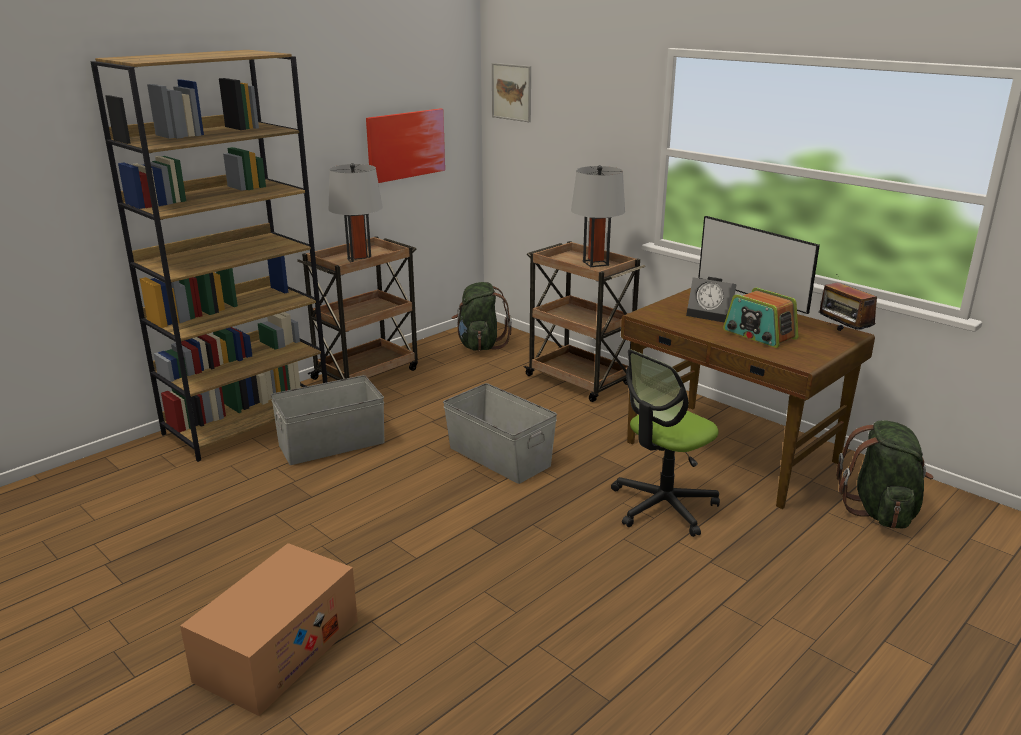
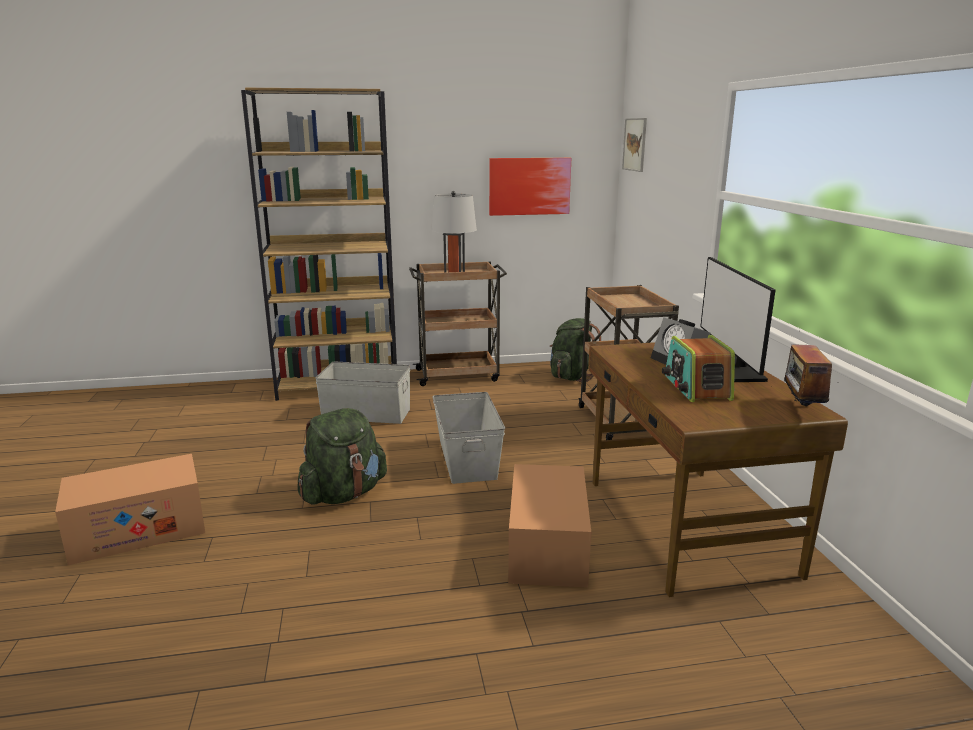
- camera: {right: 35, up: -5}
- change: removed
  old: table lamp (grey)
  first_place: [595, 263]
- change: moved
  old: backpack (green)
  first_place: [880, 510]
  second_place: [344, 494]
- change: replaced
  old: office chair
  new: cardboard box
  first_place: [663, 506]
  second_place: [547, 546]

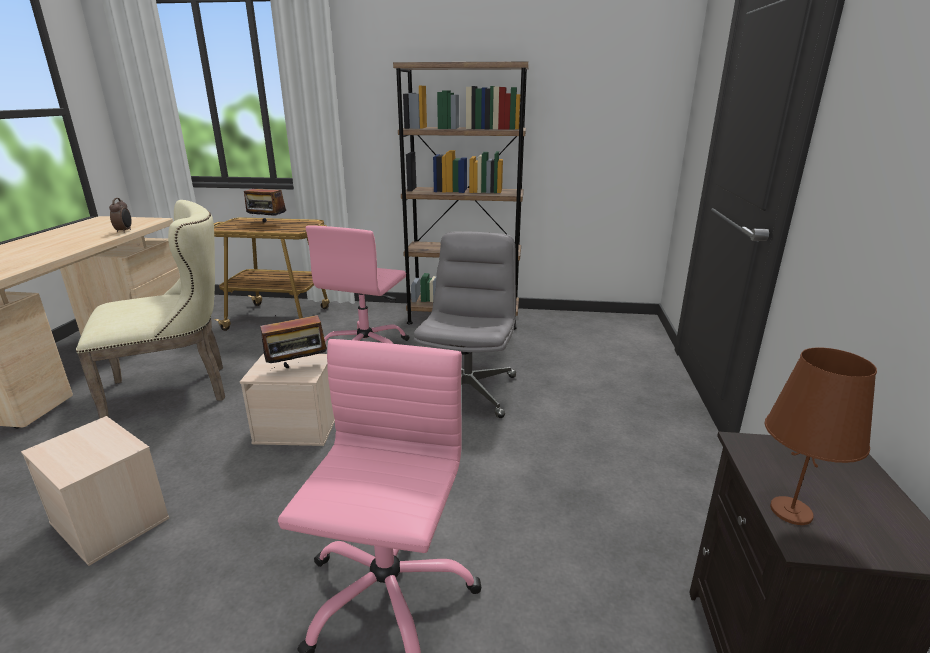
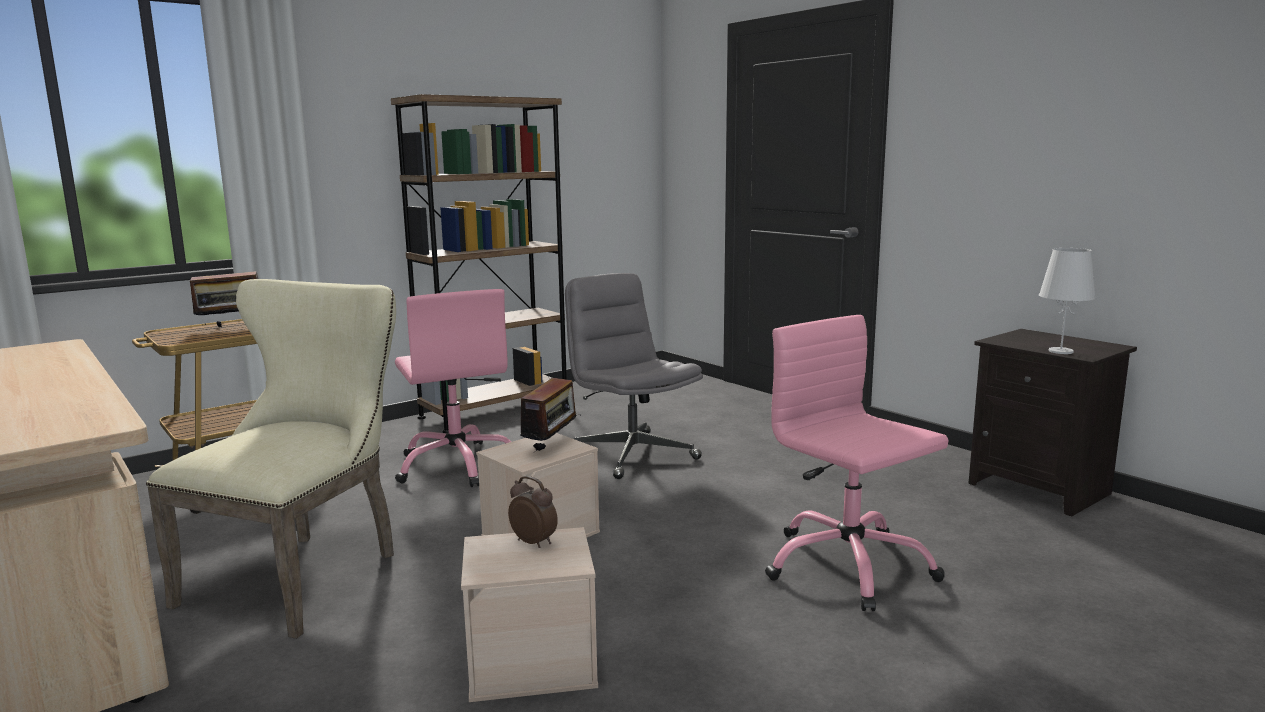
- camera: {right: -45, up: -10}
- change: moved
  old: alarm clock
  first_place: [124, 231]
  second_place: [534, 542]
- change: recoloured
  old: table lamp (brown)
  new: table lamp (white)
  first_place: [790, 511]
  second_place: [1060, 351]

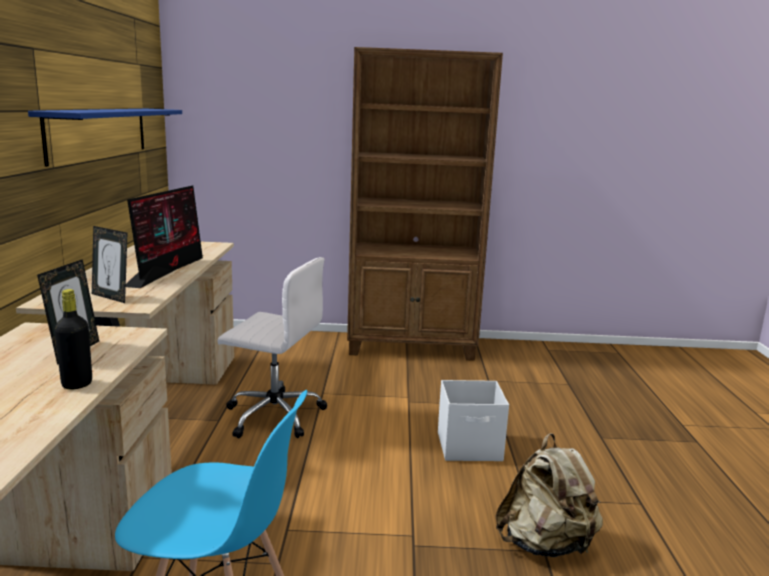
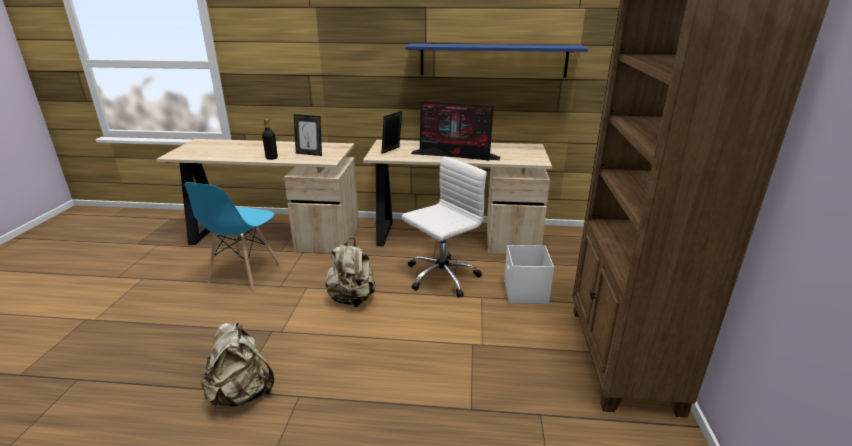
- camera: {right: 95, up: 10}
- change: added
  new: backpack (beige)
  second_place: [352, 299]
- change: moved
  old: storage box (white)
  first_place: [470, 447]
  second_place: [525, 292]
- change: turned
  old: office chair (white)
  first_place: [273, 415]
  second_place: [441, 277]
  degrees: -150

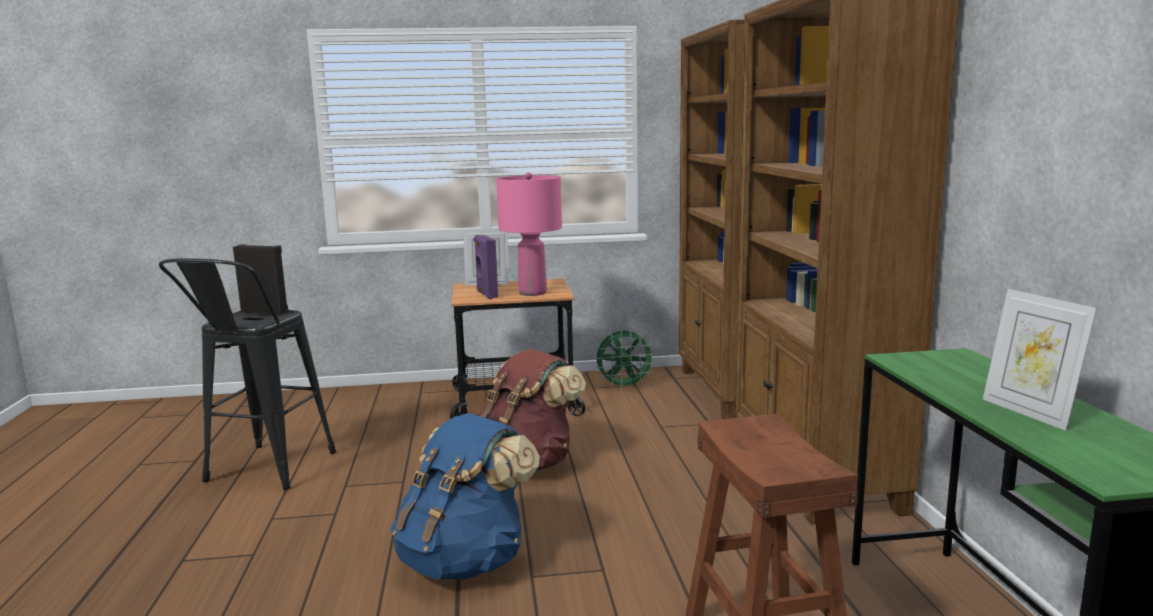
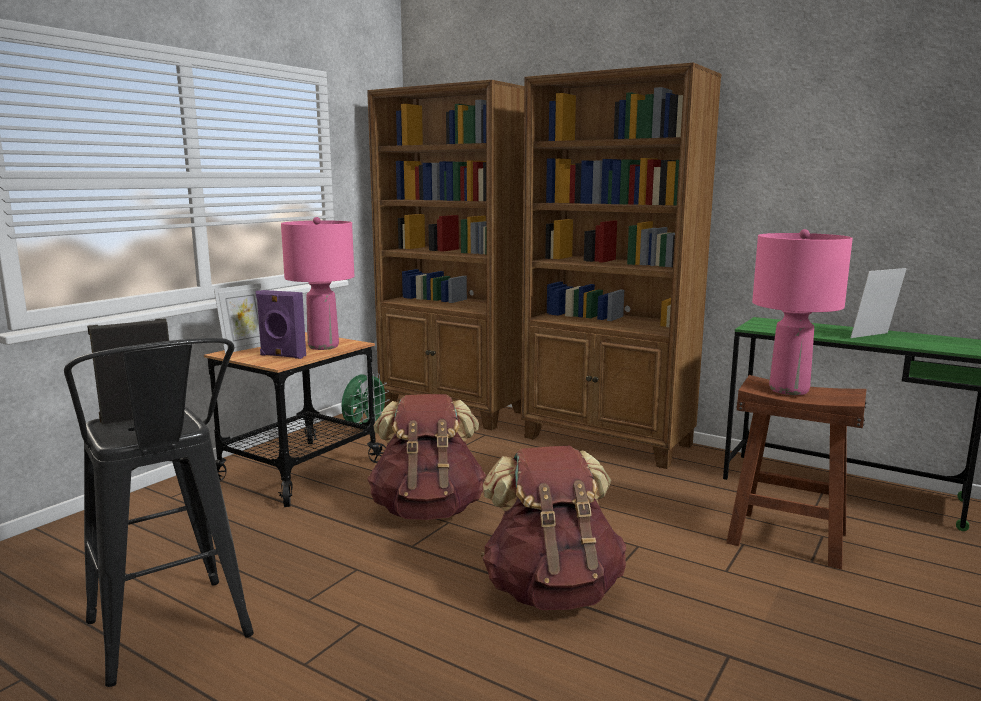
- camera: {right: -50, up: 0}
- change: added
  new: table lamp (pink)
  second_place: [788, 389]
- change: recoloured
  old: backpack (blue)
  new: backpack (brown)
  first_place: [465, 560]
  second_place: [552, 590]
- change: turned
  old: picture frame
  first_place: [1029, 412]
  second_place: [874, 336]
  degrees: 135

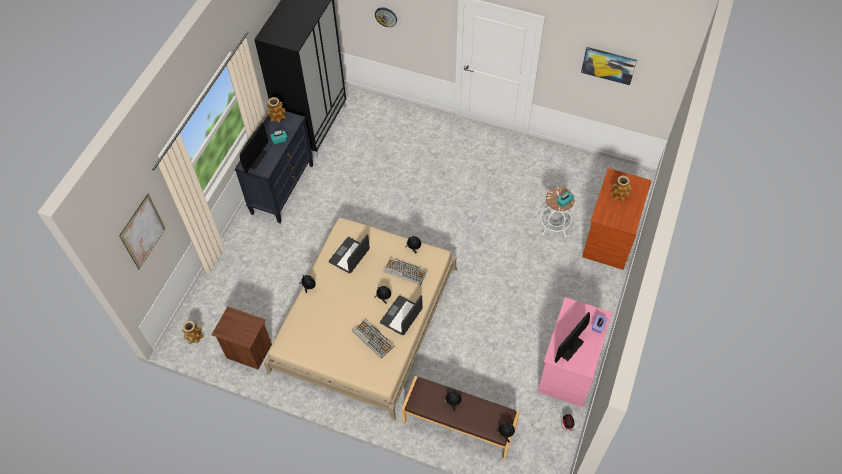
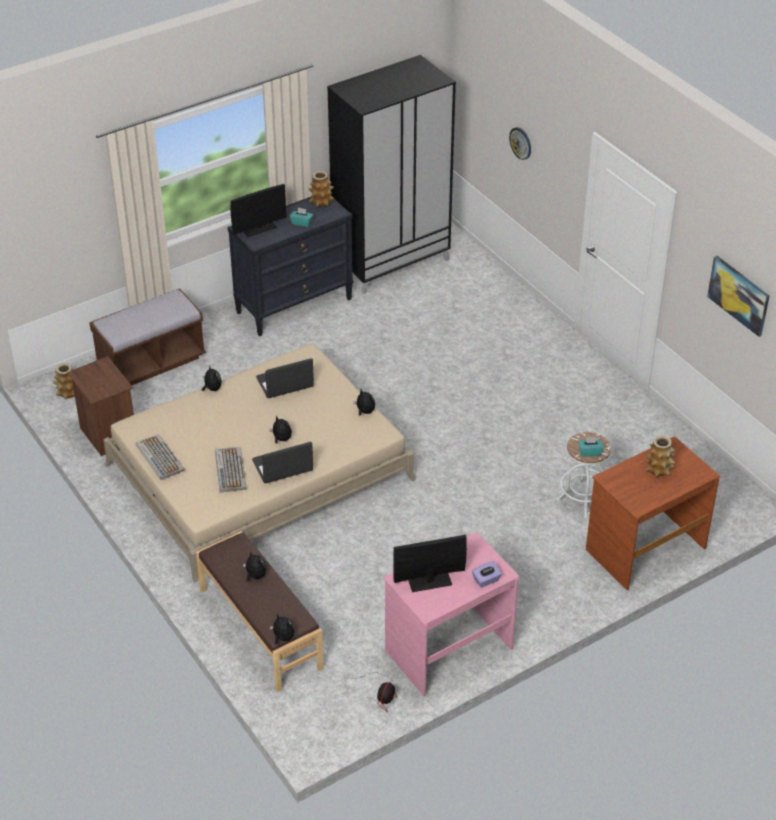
- camera: {right: 35, up: -15}
- change: removed
  old: picture
  first_place: [143, 231]
- change: added
  new: bench (brown)
  second_place: [151, 362]
- change: moved
  old: keyboard
  first_place: [405, 271]
  second_place: [159, 457]

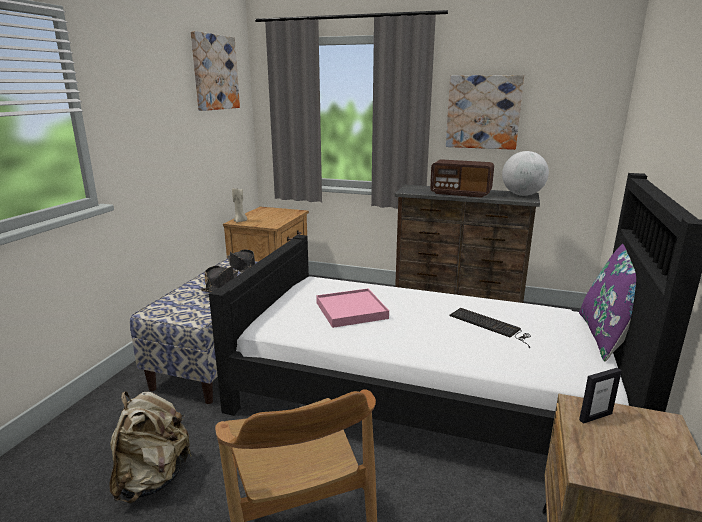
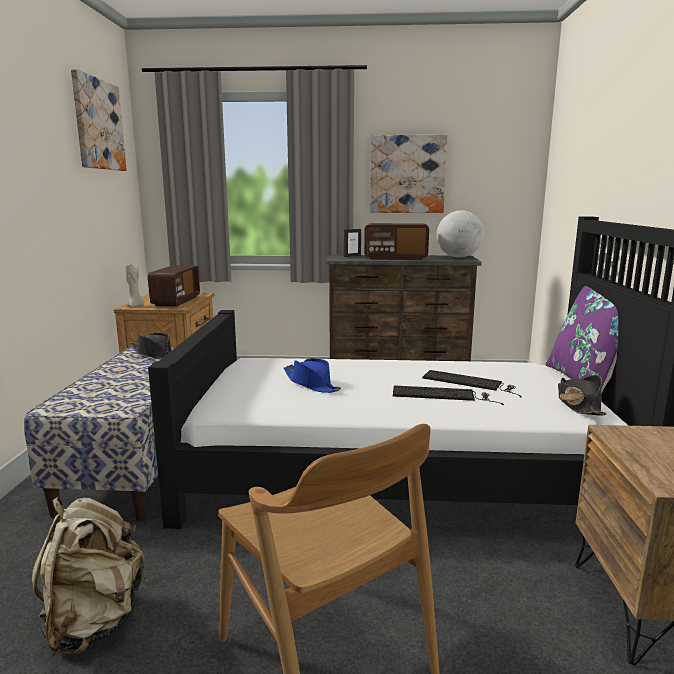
- camera: {right: -15, up: -5}
- change: added
  new: radio
  second_place: [176, 301]
- change: added
  new: keyboard
  second_place: [443, 395]
- change: moved
  old: hat (black)
  first_place: [220, 284]
  second_place: [578, 404]
- change: moved
  old: picture frame
  first_place: [595, 417]
  second_place: [352, 256]
- change: replaced
  old: tray (pink)
  new: hat (blue)
  first_place: [351, 311]
  second_place: [311, 384]

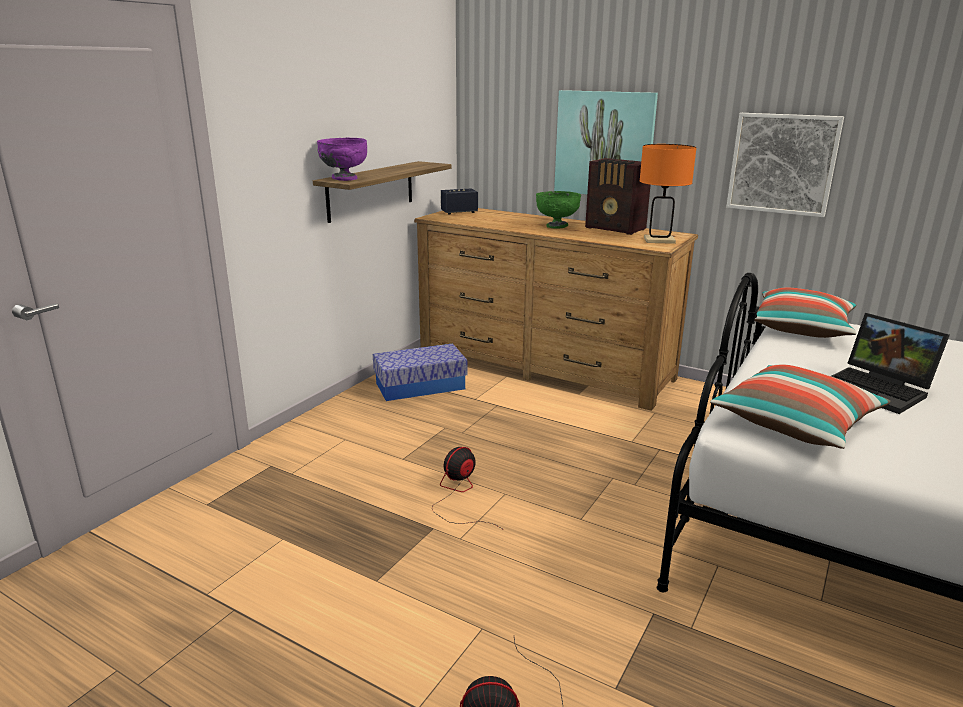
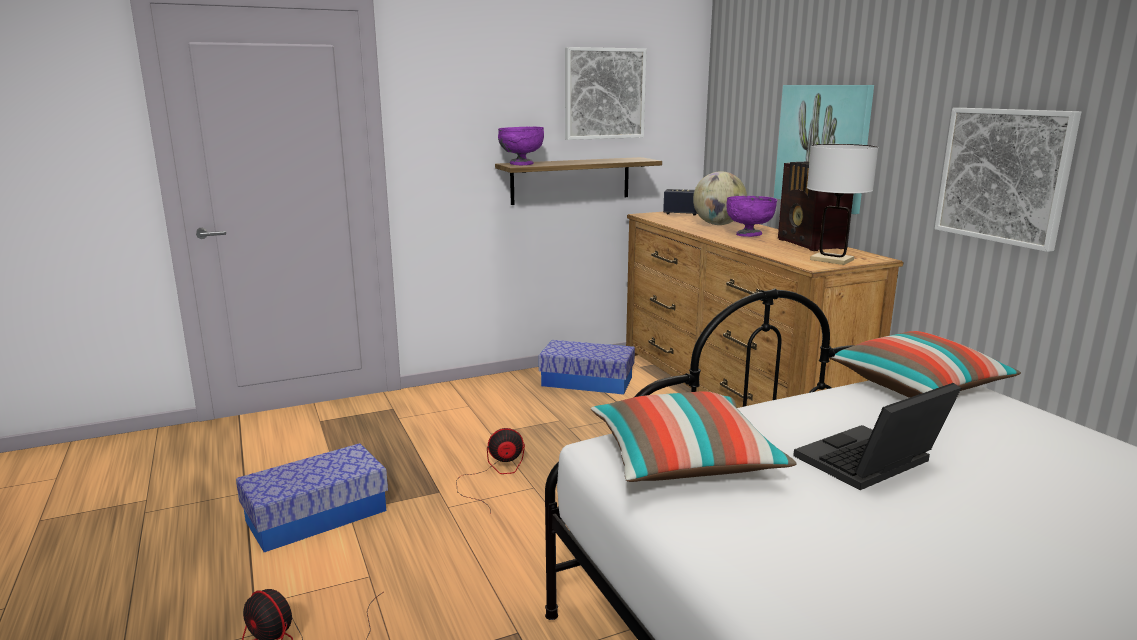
- camera: {right: 35, up: -5}
- change: added
  new: storage box
  second_place: [317, 515]
- change: added
  new: picture
  second_place: [604, 93]
- change: added
  new: globe
  second_place: [718, 224]
- change: recoloured
  old: bowl (green)
  new: bowl (purple)
  first_place: [557, 226]
  second_place: [749, 235]
- change: recoloured
  old: table lamp (orange)
  new: table lamp (white)
  first_place: [659, 240]
  second_place: [831, 260]
- change: turned
  old: laptop
  first_place: [879, 390]
  second_place: [869, 464]
  degrees: 60

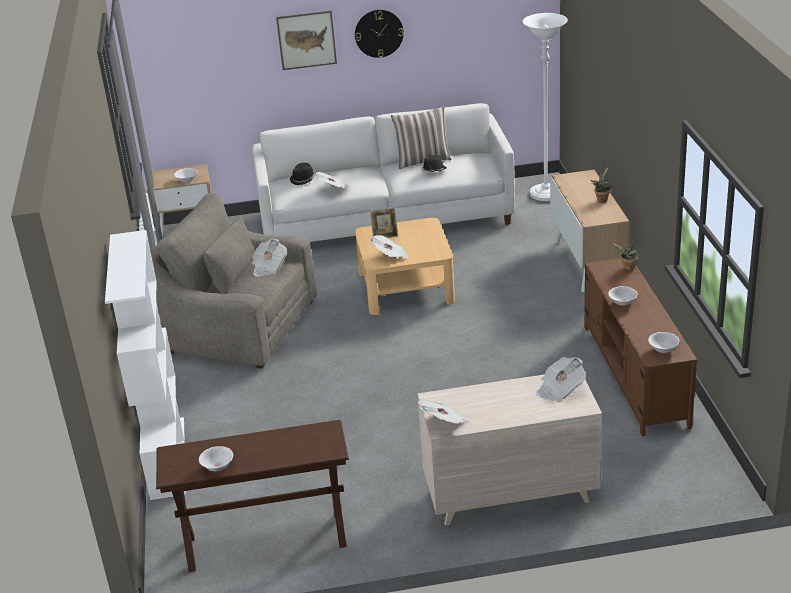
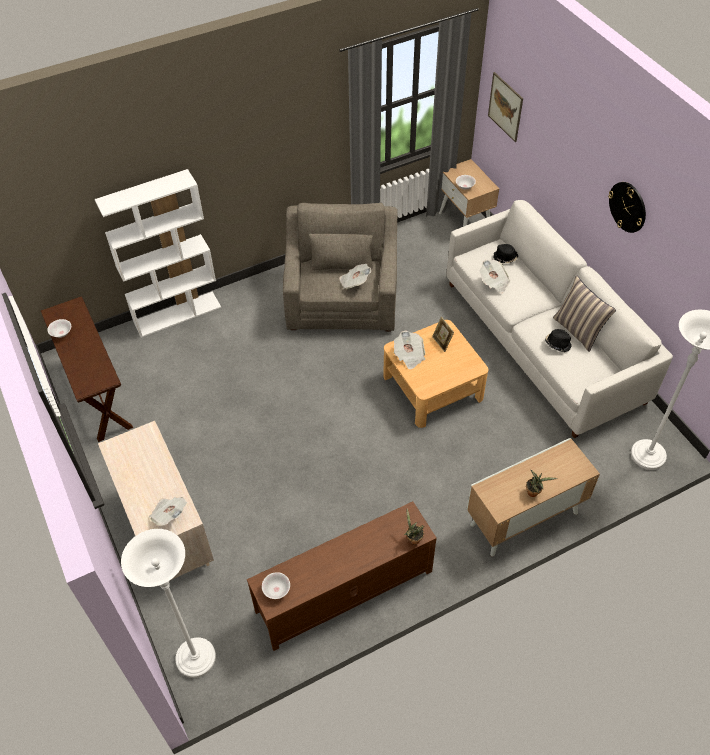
- camera: {right: 70, up: 20}
- change: removed
  old: newspaper
  first_place: [444, 422]
- change: removed
  old: bowl (white)
  first_place: [622, 302]
- change: added
  new: floor lamp (white)
  second_place: [196, 658]
- change: moved
  old: picture
  first_place: [306, 40]
  second_place: [505, 107]

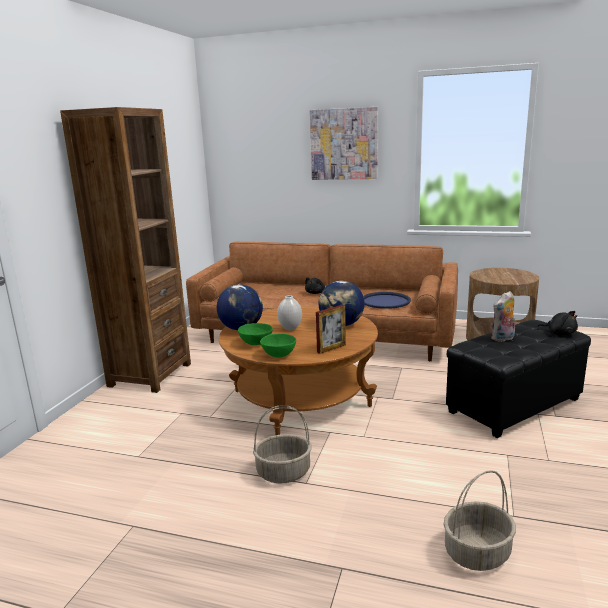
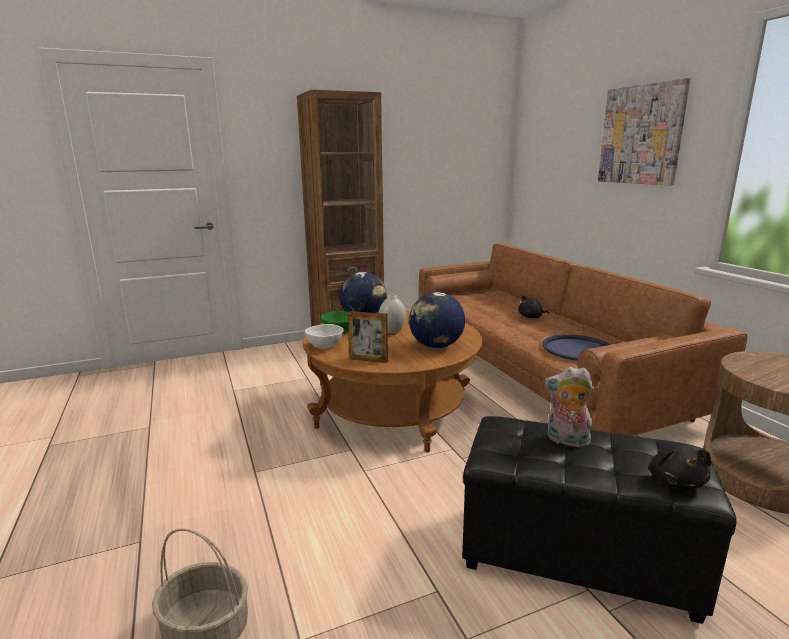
- camera: {right: 50, up: 0}
- change: removed
  old: basket
  first_place: [284, 472]
- change: recoloured
  old: bowl (green)
  new: bowl (white)
  first_place: [279, 355]
  second_place: [324, 346]

